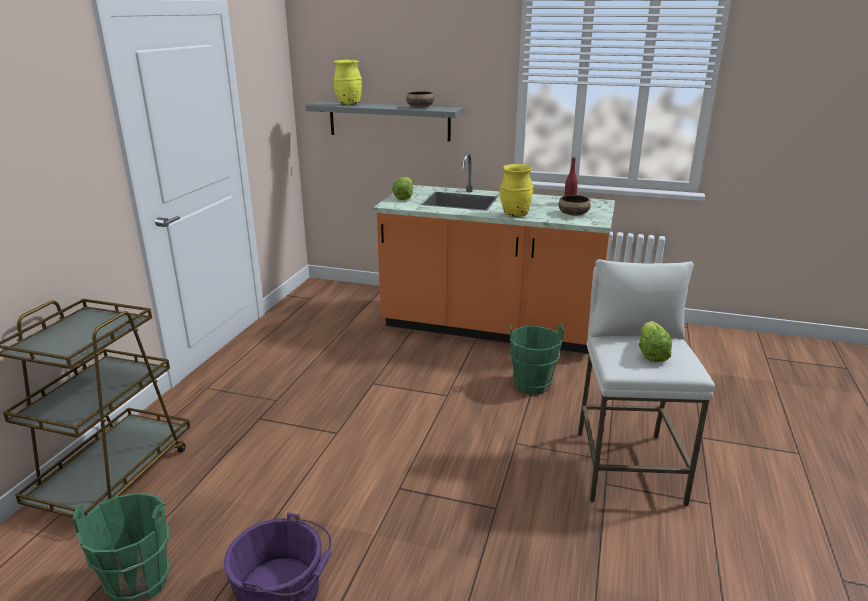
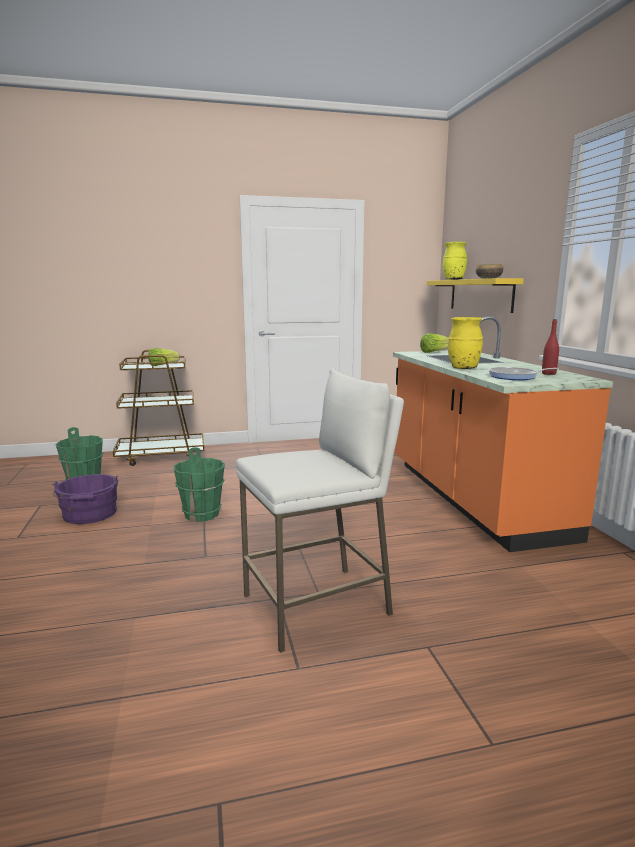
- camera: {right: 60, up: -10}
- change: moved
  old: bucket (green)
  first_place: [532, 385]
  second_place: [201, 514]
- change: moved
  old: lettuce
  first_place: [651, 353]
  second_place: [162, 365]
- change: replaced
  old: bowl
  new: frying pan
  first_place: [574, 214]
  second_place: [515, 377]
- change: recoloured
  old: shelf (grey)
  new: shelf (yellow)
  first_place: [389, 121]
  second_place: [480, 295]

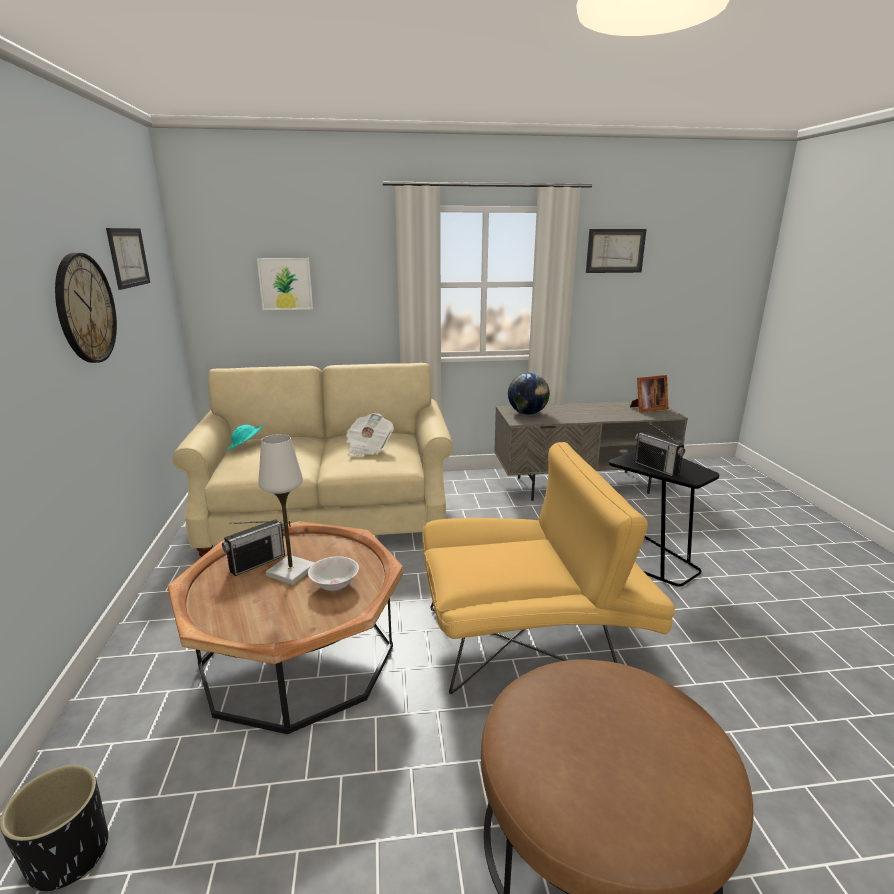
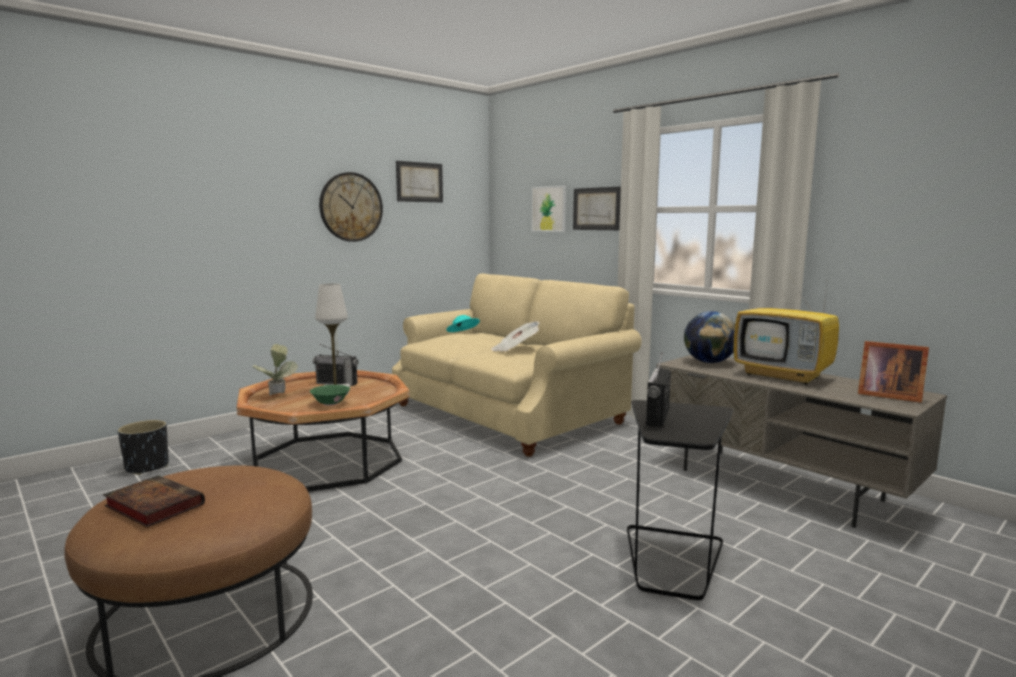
- camera: {right: 55, up: -10}
- change: removed
  old: armchair (yellow)
  first_place: [532, 638]
- change: added
  new: book
  second_place: [152, 505]
- change: added
  new: potted plant
  second_place: [278, 396]
- change: added
  new: television
  second_place: [784, 376]
- change: moved
  old: picture
  first_place: [615, 251]
  second_place: [596, 209]
- change: recoloured
  old: bowl (white)
  new: bowl (green)
  first_place: [334, 585]
  second_place: [330, 403]

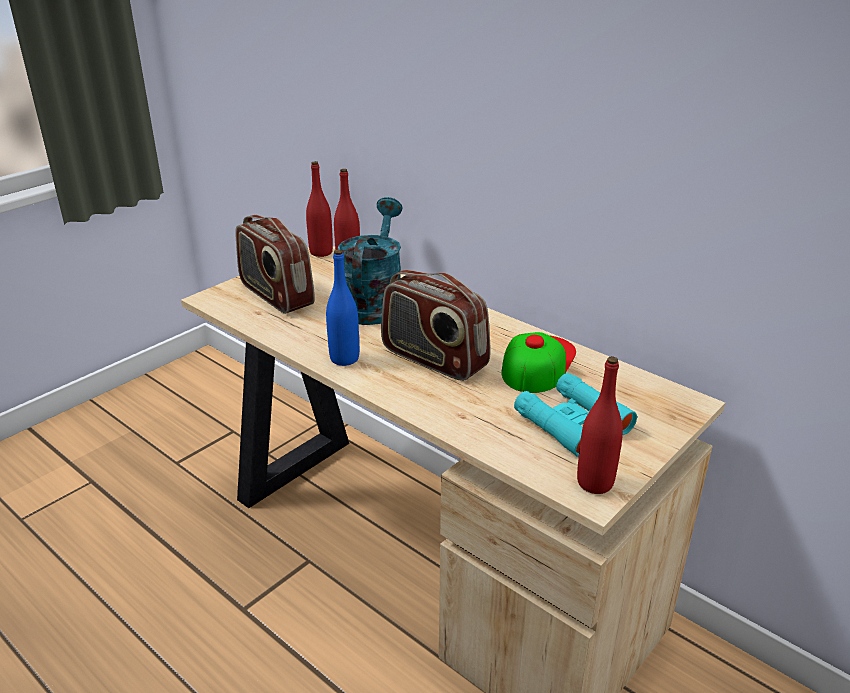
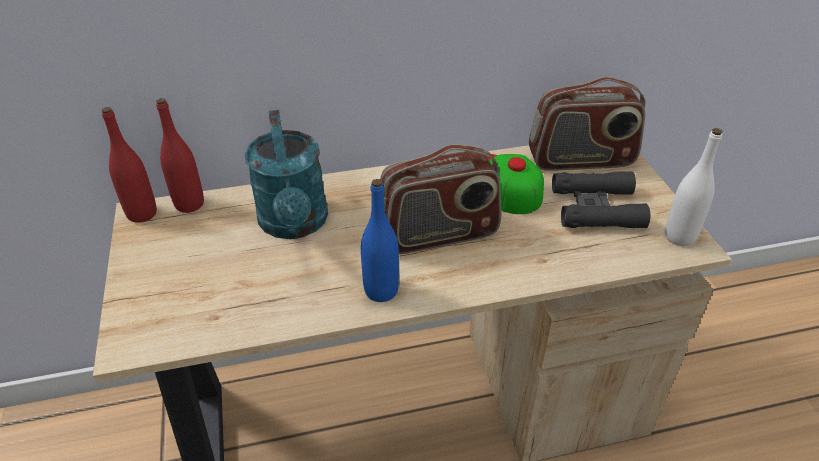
- camera: {right: -55, up: 10}
- change: moved
  old: radio
  first_place: [275, 295]
  second_place: [581, 160]
- change: recoloured
  old: binoculars (turquoise)
  new: binoculars (black)
  first_place: [572, 422]
  second_place: [596, 208]
- change: recoloured
  old: bottle (red)
  new: bottle (white)
  first_place: [595, 483]
  second_place: [679, 237]
- change: turned
  old: watering can (turquoise)
  first_place: [373, 302]
  second_place: [295, 224]
  degrees: -150

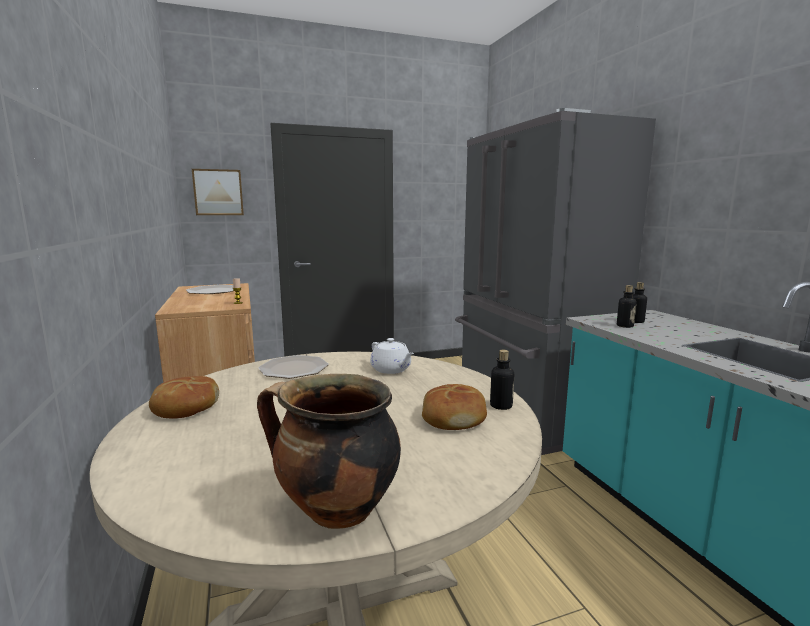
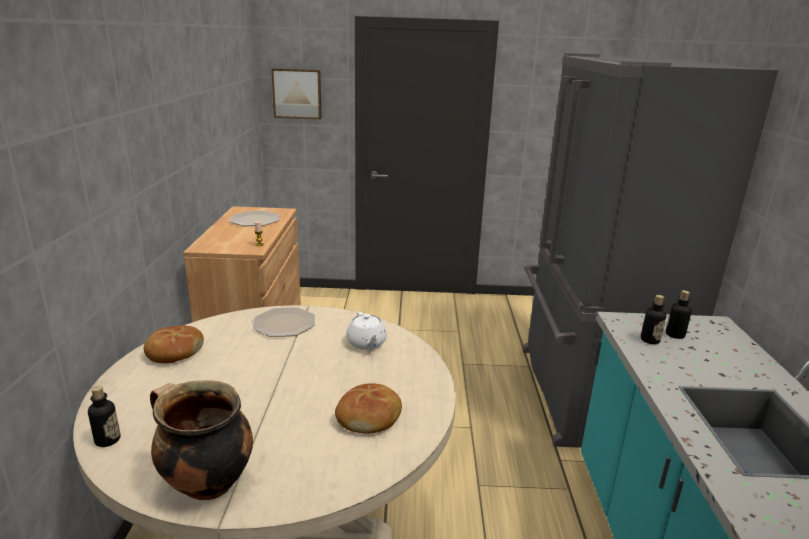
- camera: {right: 20, up: 10}
- change: moved
  old: bottle
  first_place: [501, 406]
  second_place: [107, 440]

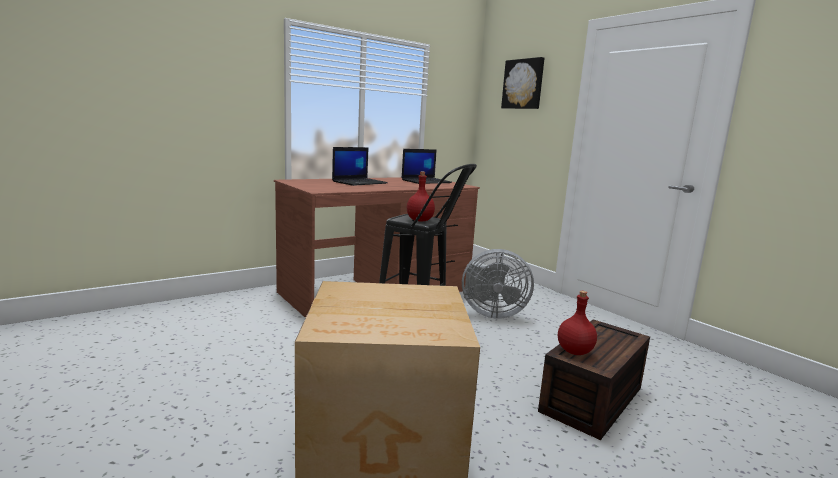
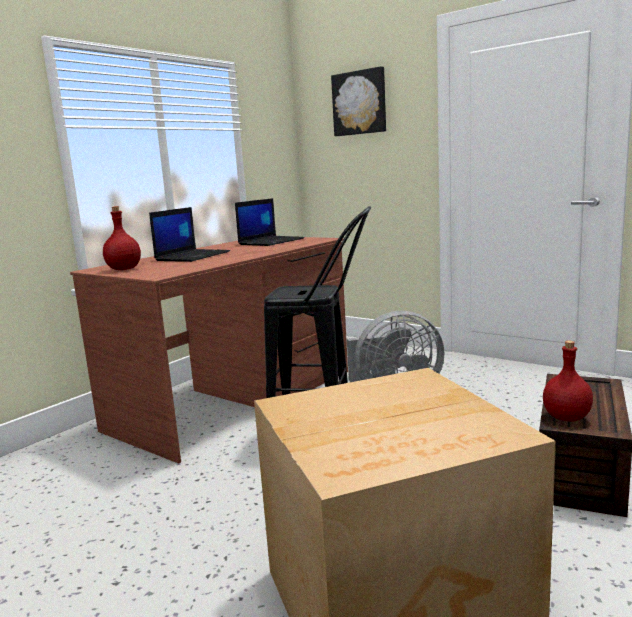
- camera: {right: -15, up: 0}
- change: moved
  old: bottle (red)
  first_place: [419, 220]
  second_place: [123, 269]

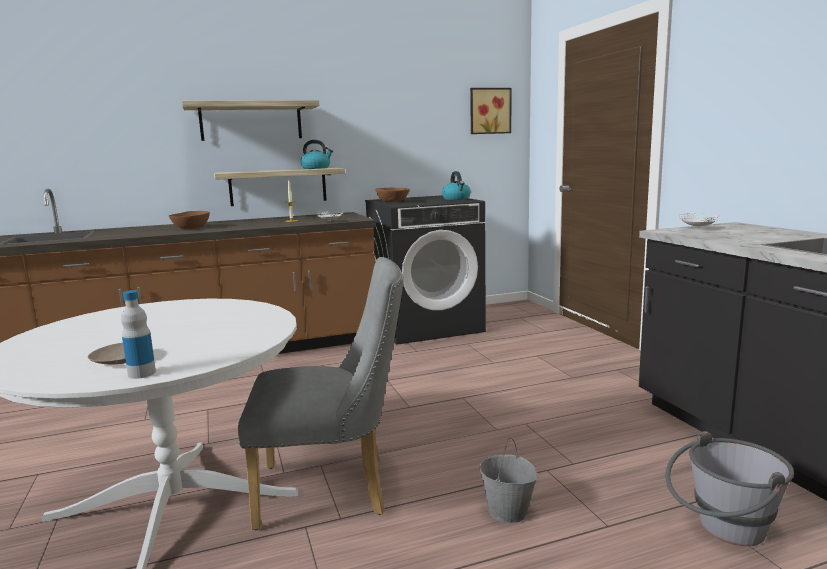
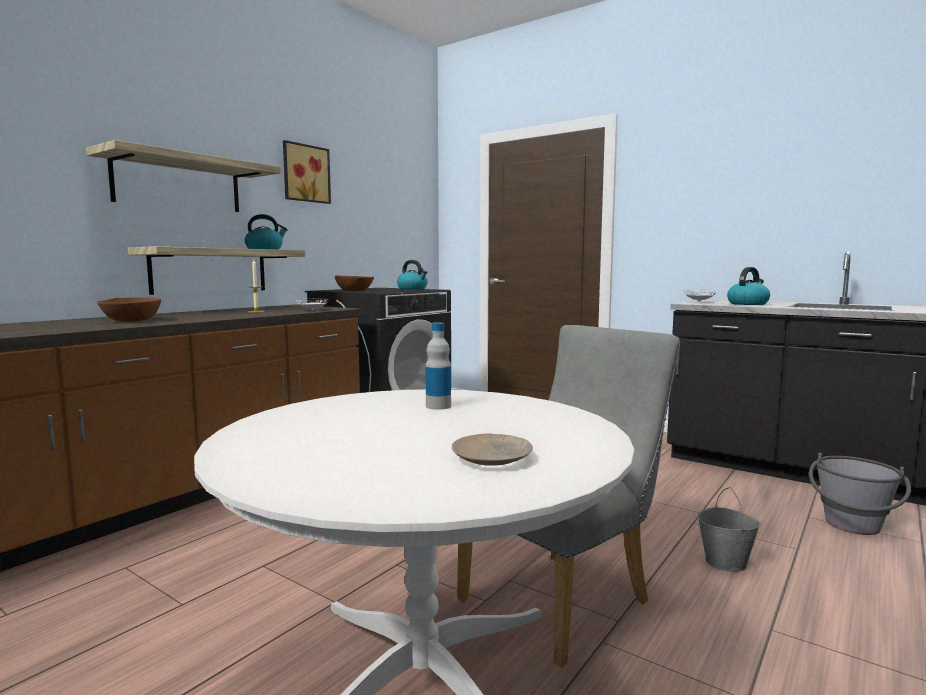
- camera: {right: -35, up: -5}
- change: added
  new: kettle
  second_place: [748, 304]
- change: moved
  old: bottle
  first_place: [142, 373]
  second_place: [438, 406]
- change: moved
  old: picture
  first_place: [489, 111]
  second_place: [305, 173]

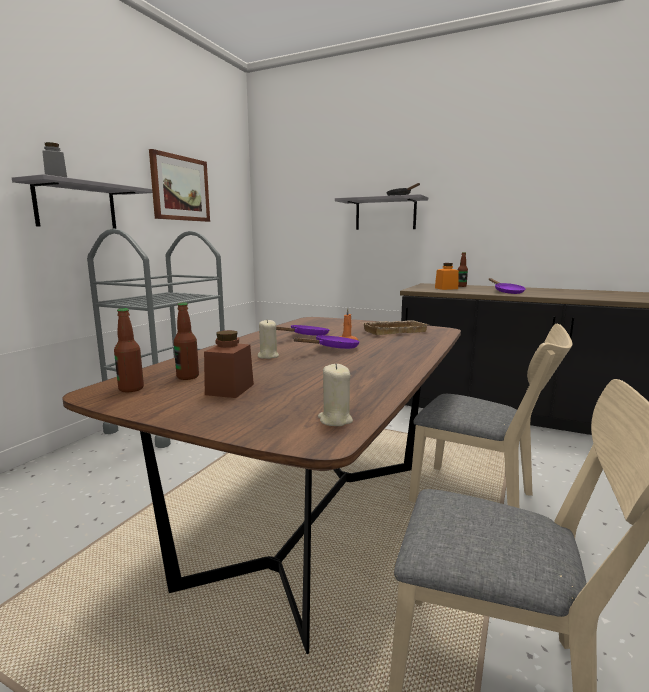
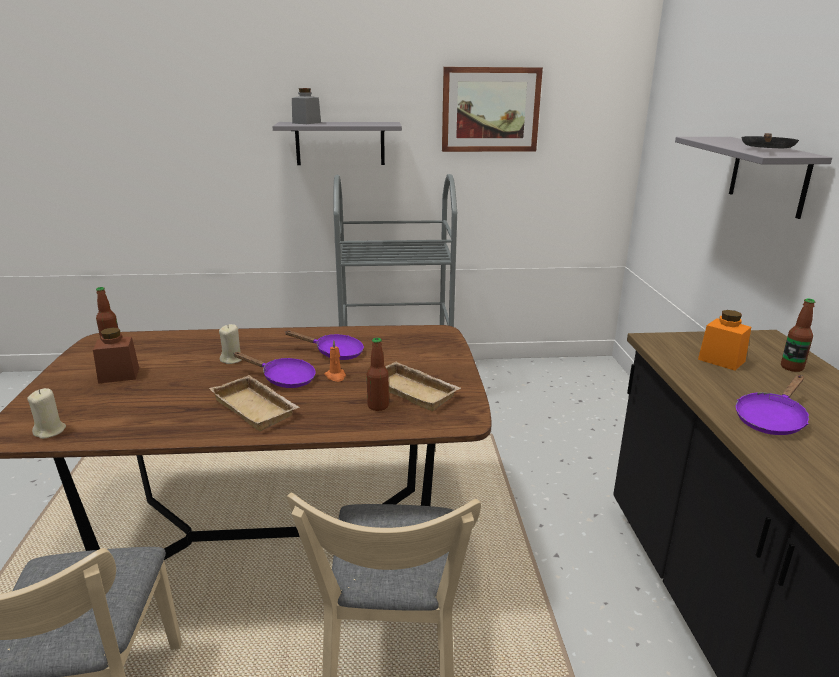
- camera: {right: 60, up: 10}
- change: added
  new: tray (beige)
  second_place: [257, 408]
- change: moved
  old: bottle
  first_place: [188, 377]
  second_place: [378, 406]

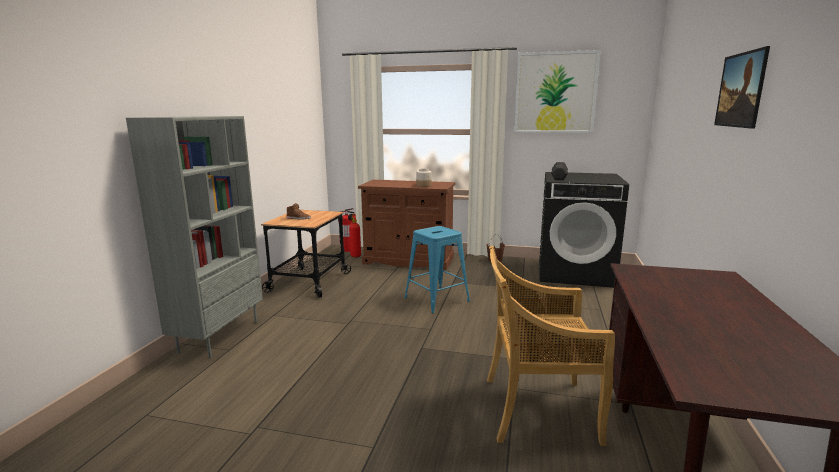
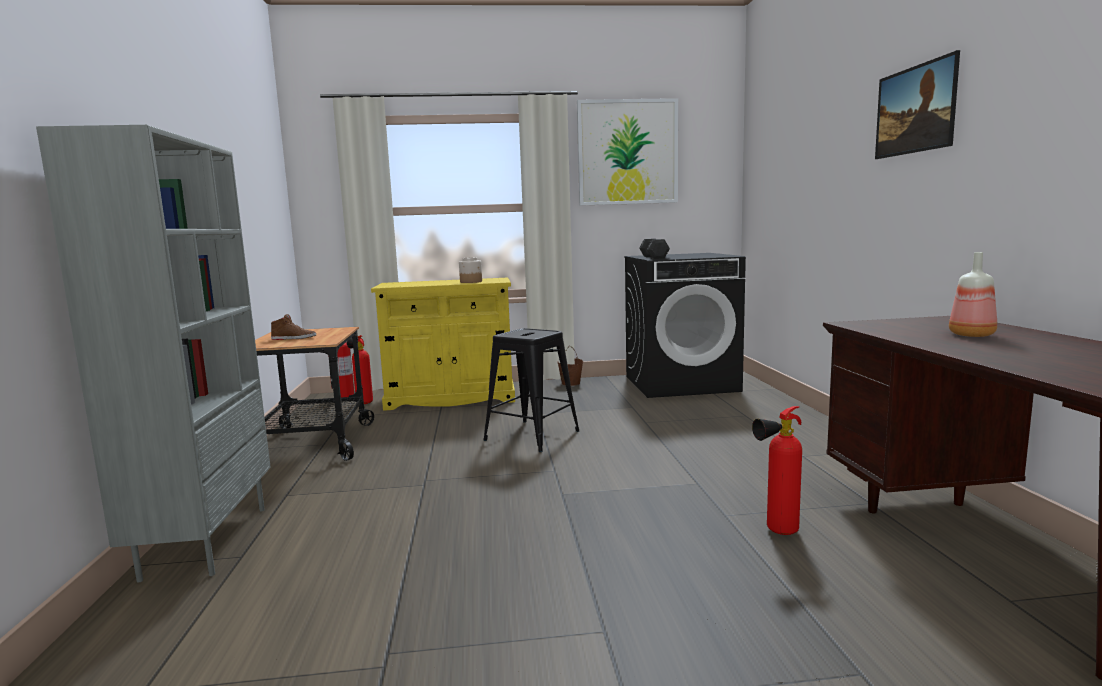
- camera: {right: -20, up: -5}
- change: added
  new: bottle
  second_place: [973, 335]
- change: replaced
  old: chair (beige)
  new: fire extinguisher
  first_place: [537, 409]
  second_place: [776, 532]
- change: recoloured
  old: cabinet (brown)
  new: cabinet (yellow)
  first_place: [408, 261]
  second_place: [451, 398]
- change: recoloured
  old: stool (blue)
  new: stool (black)
  first_place: [436, 299]
  second_place: [532, 436]

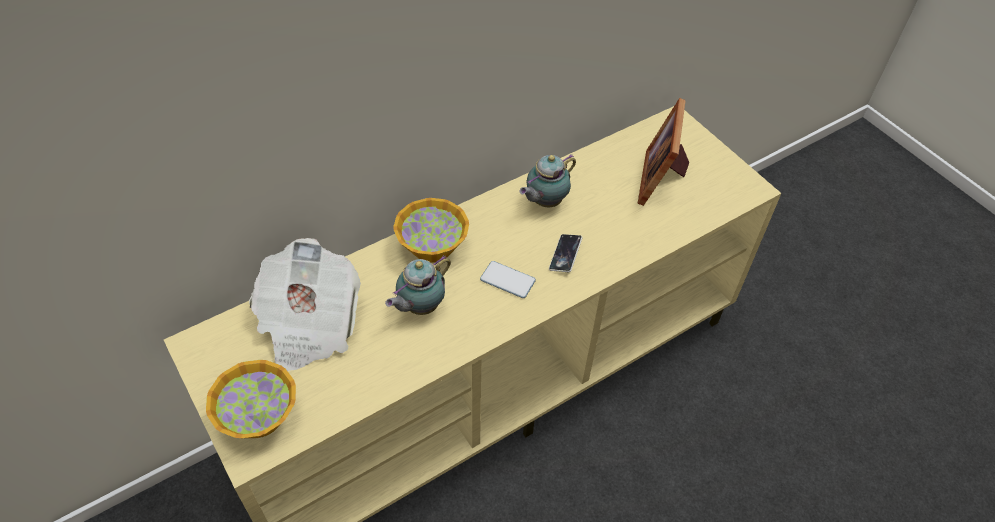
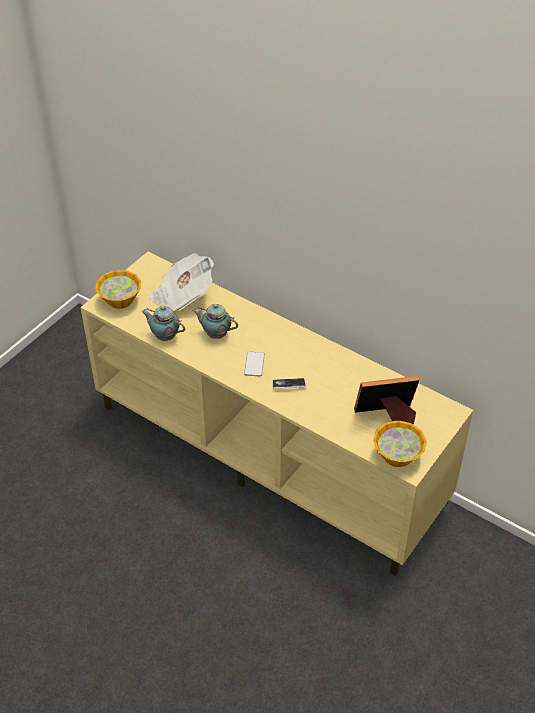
- camera: {right: 70, up: -5}
- change: moved
  old: bowl
  first_place: [432, 247]
  second_place: [397, 455]
- change: moved
  old: teapot
  first_place: [545, 202]
  second_place: [164, 336]

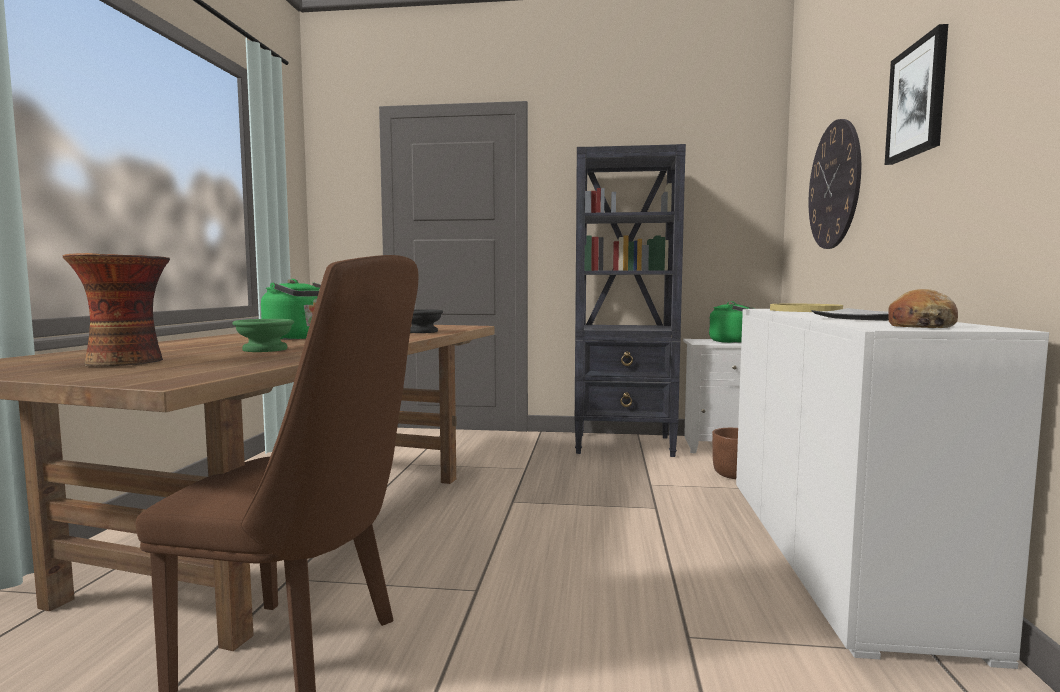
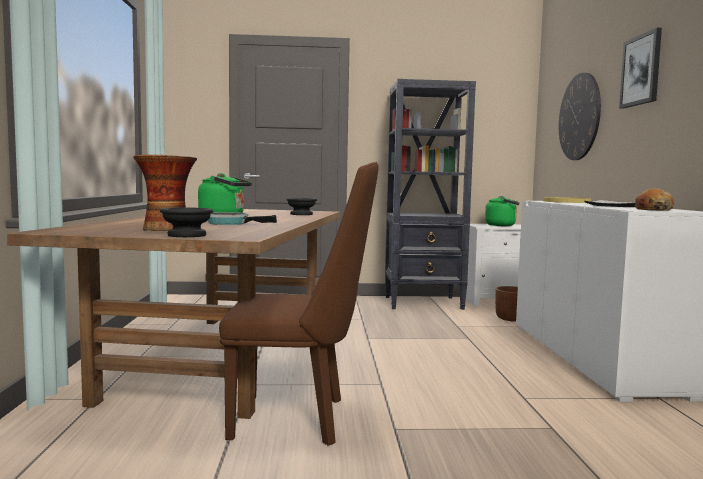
- camera: {right: -10, up: 0}
- change: added
  new: bowl (black)
  second_place: [186, 235]
- change: replaced
  old: bowl (green)
  new: frying pan
  first_place: [265, 349]
  second_place: [231, 223]

